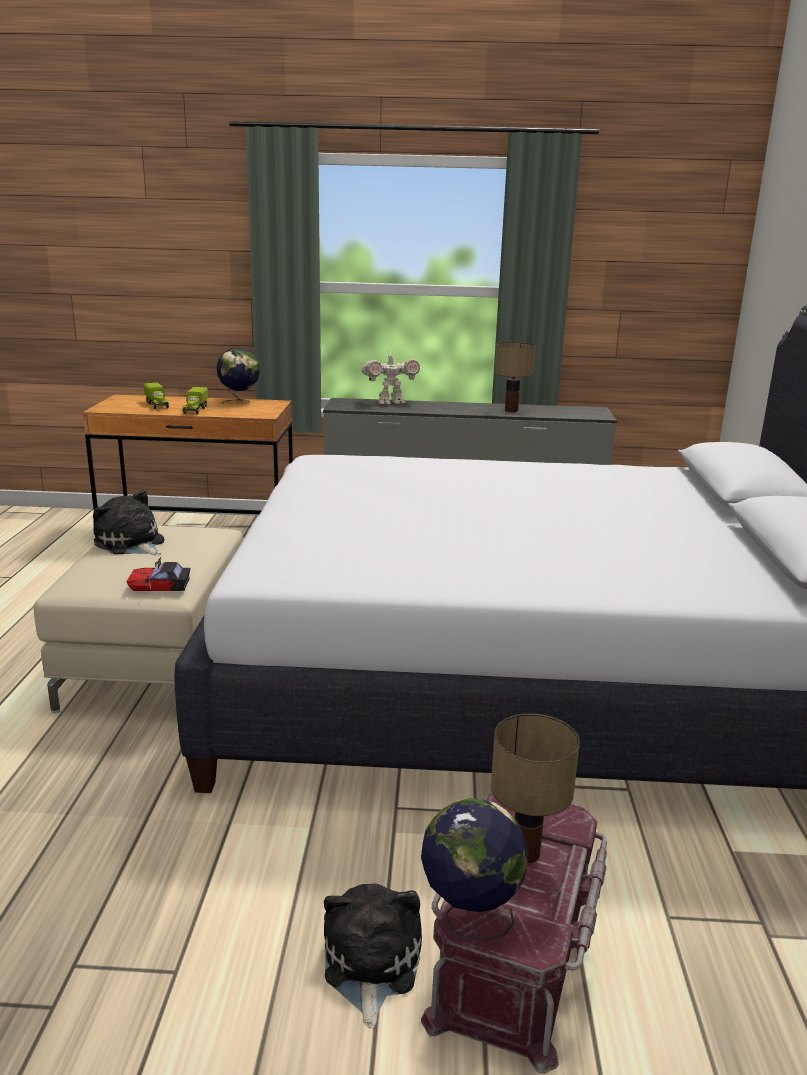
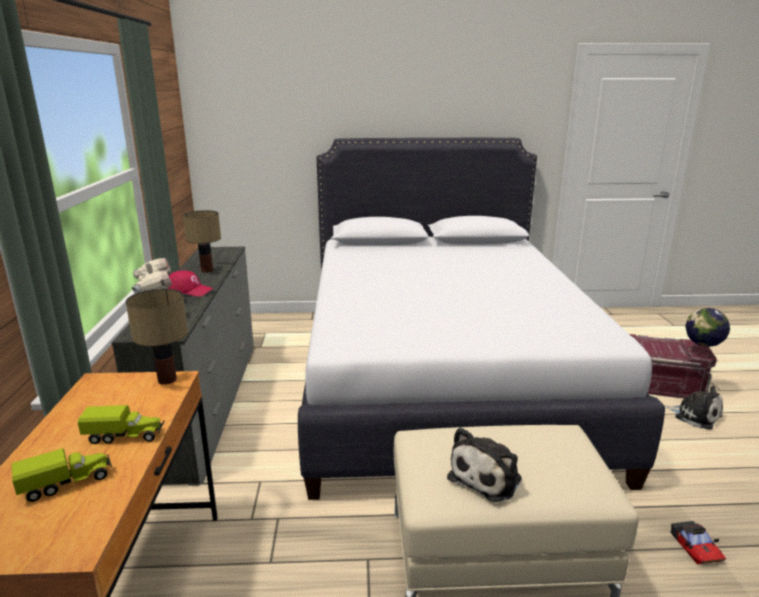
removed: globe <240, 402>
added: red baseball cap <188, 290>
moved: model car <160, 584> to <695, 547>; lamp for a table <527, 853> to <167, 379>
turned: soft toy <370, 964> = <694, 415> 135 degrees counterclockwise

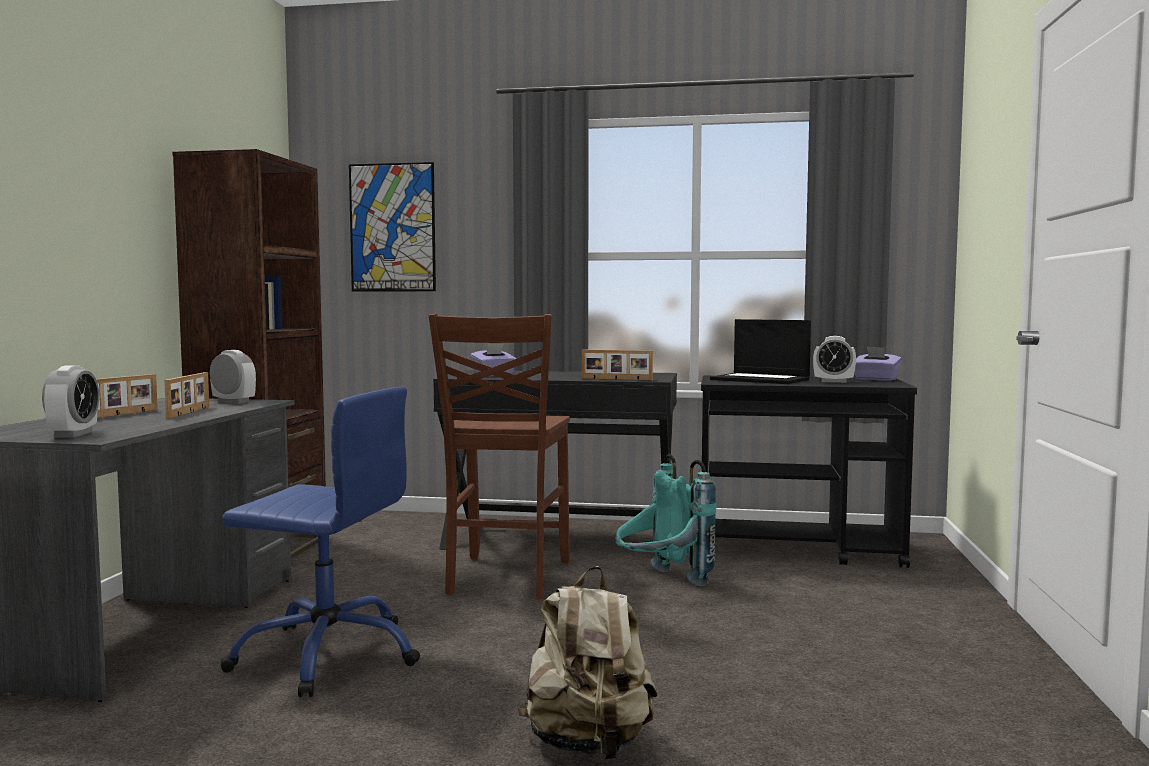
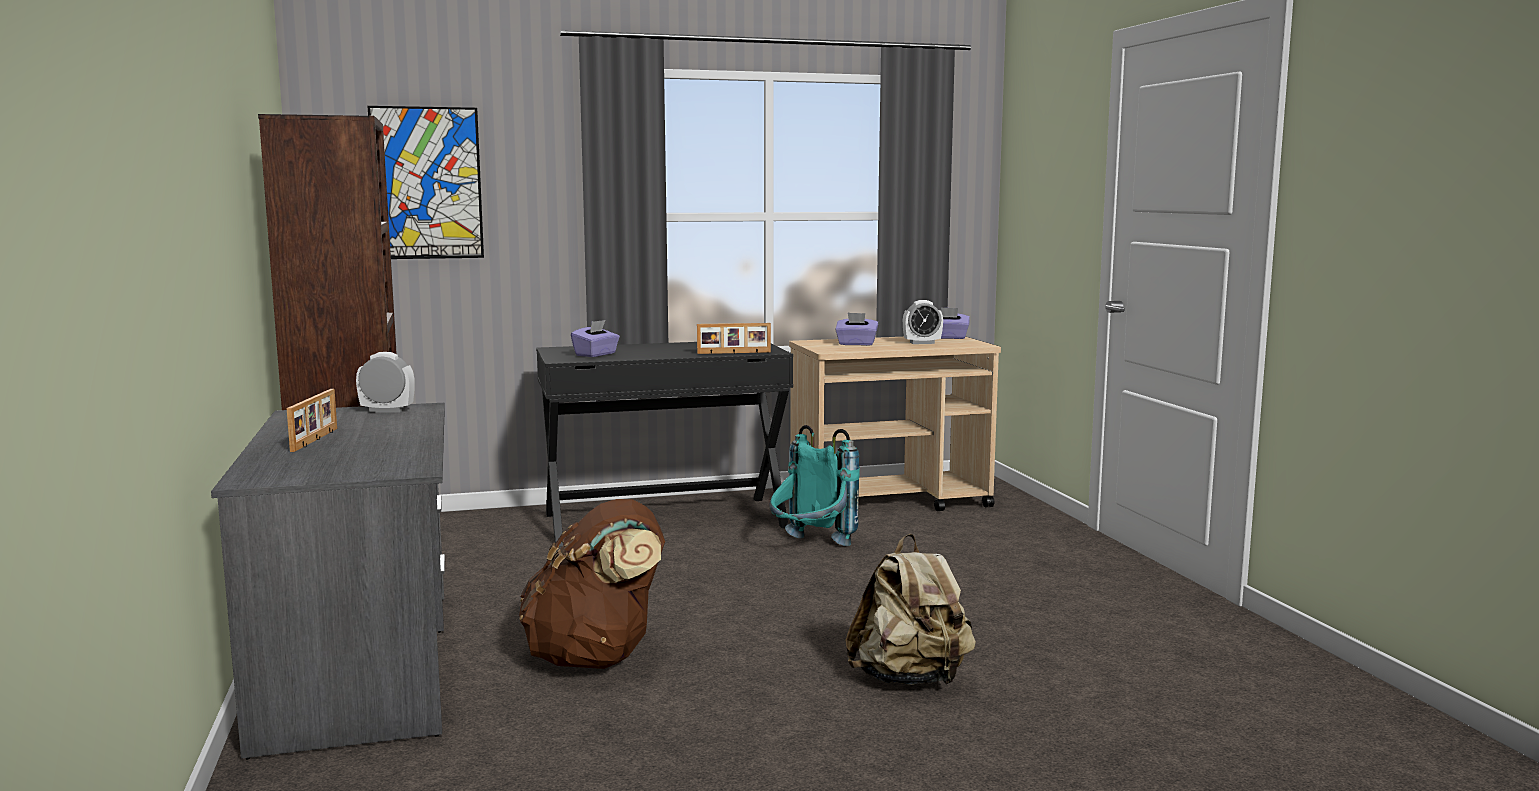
removed: brown plain chair <505, 578>; bedside clock <73, 434>; standing frame <190, 412>
replaced: laptop <761, 379> to purplish box of tissues <856, 344>; blue-coloured desk chair <328, 654> to brown rucksack <597, 657>
recoloured: black trolley <799, 549> to sand-coloured trolley <891, 502>

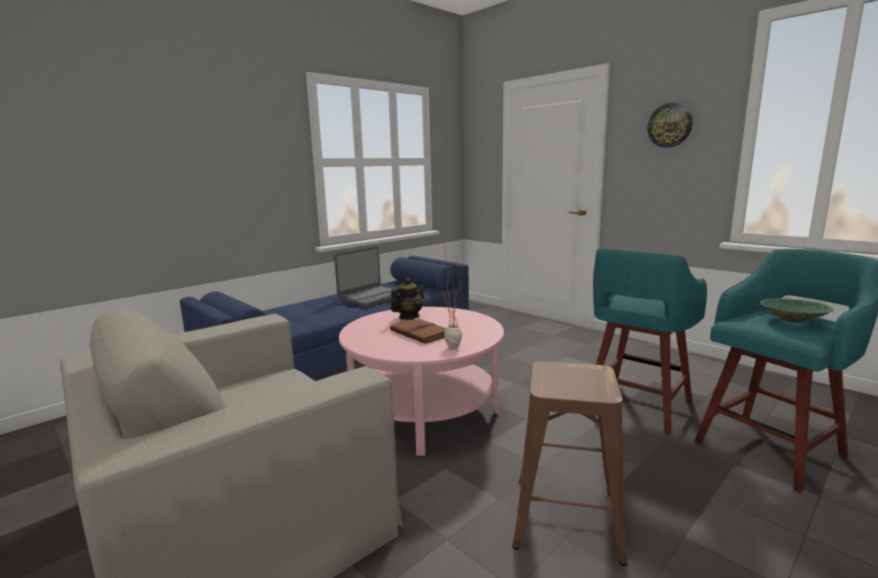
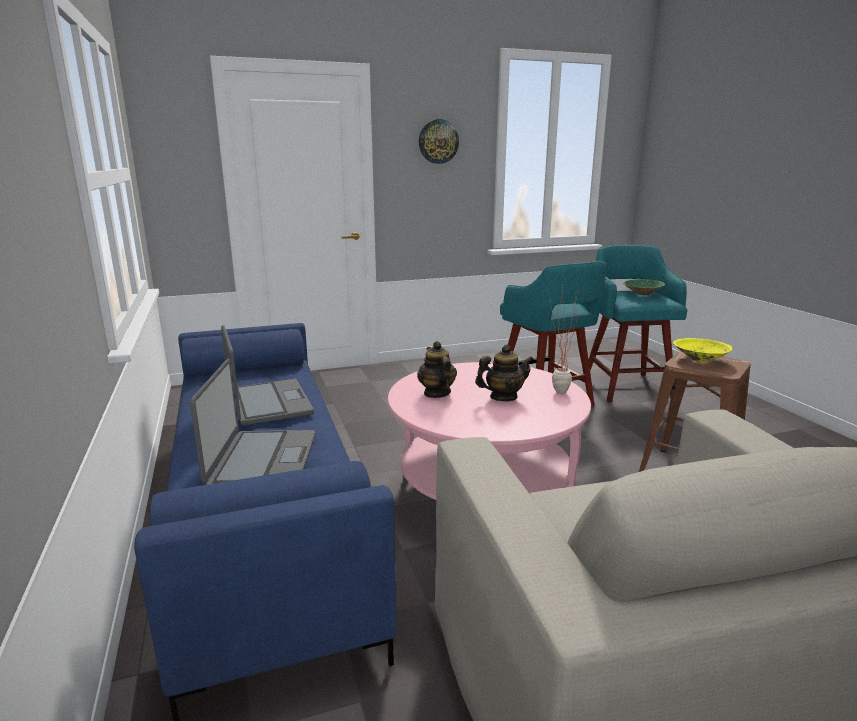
added: yellowish bowl <699, 359>; laptop <262, 461>
replaced: brown book <421, 333> to pot for tea <503, 397>

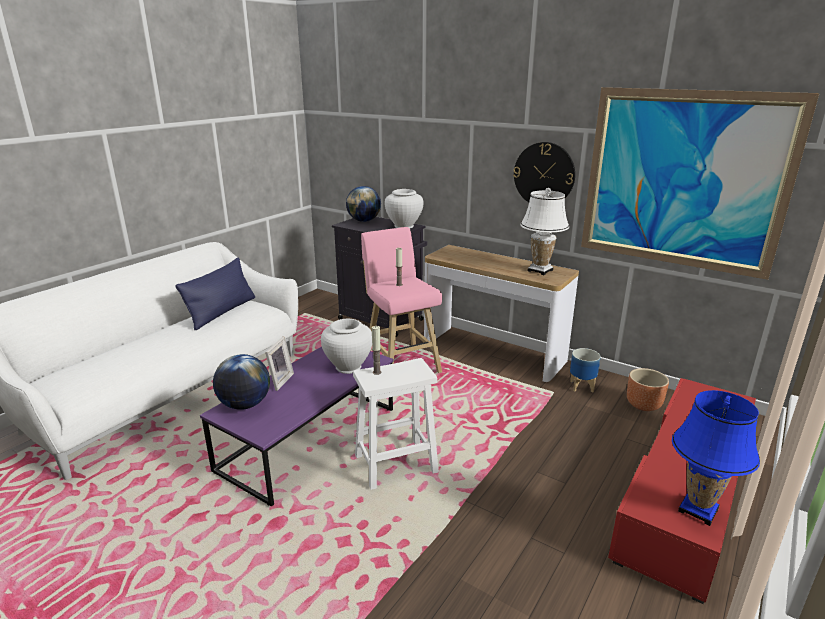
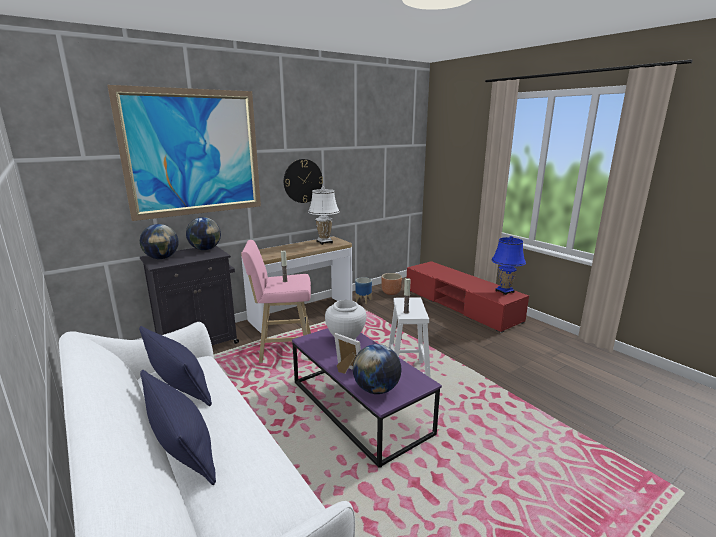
added: blue-coloured cushion <182, 448>
moved: wall picture <683, 181> to <194, 153>
replaced: white decorative vase <404, 226> to globe <205, 249>

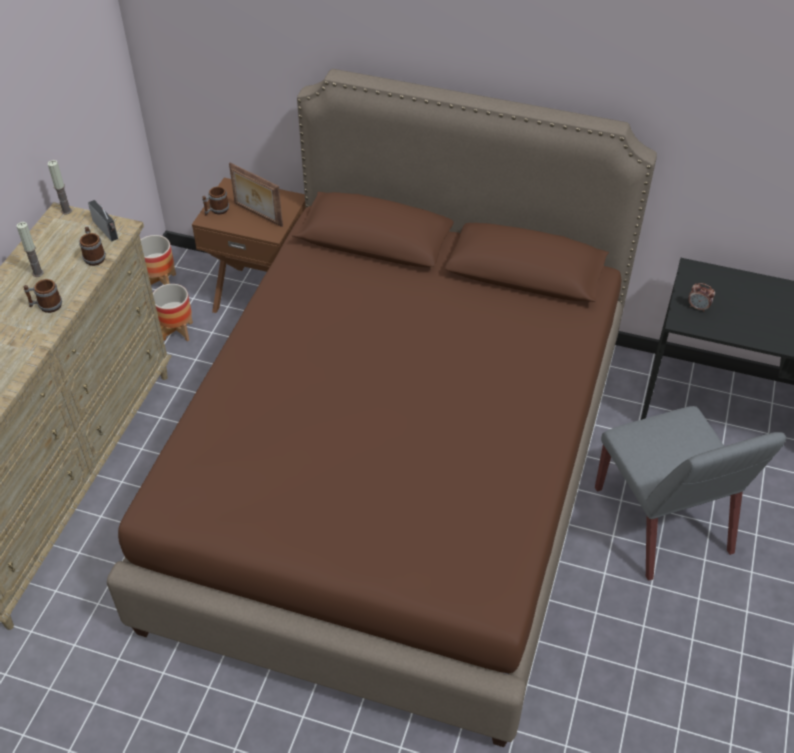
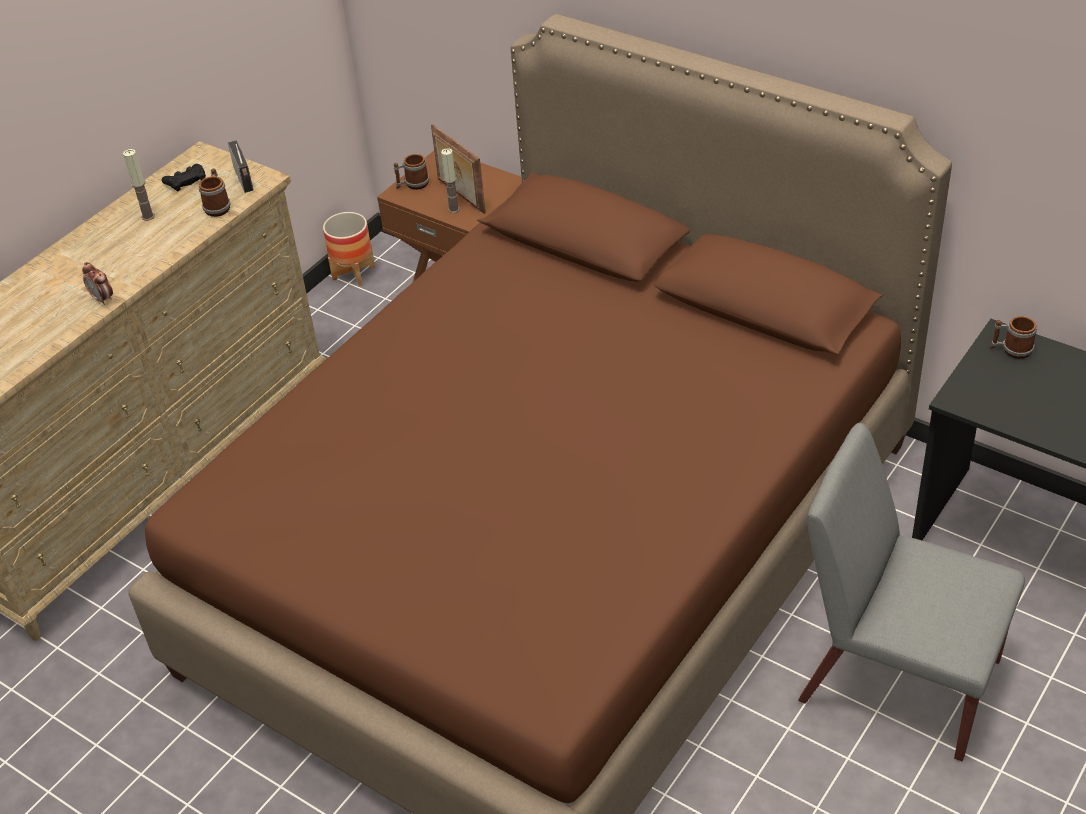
removed: plant pot <177, 331>
added: black joypad <186, 181>
moved: wax candle <66, 211> to <454, 209>; coffee mug <46, 306> to <1011, 350>; bedside clock <698, 307> to <102, 299>
turned: greyish plain chair <663, 522> = <896, 679> 120 degrees clockwise

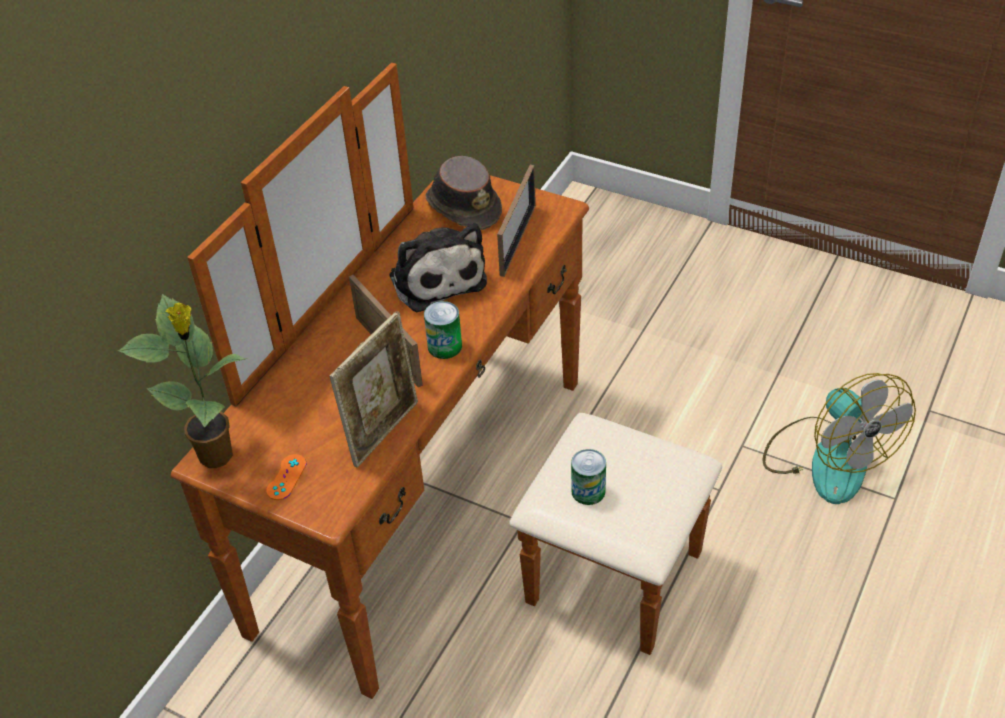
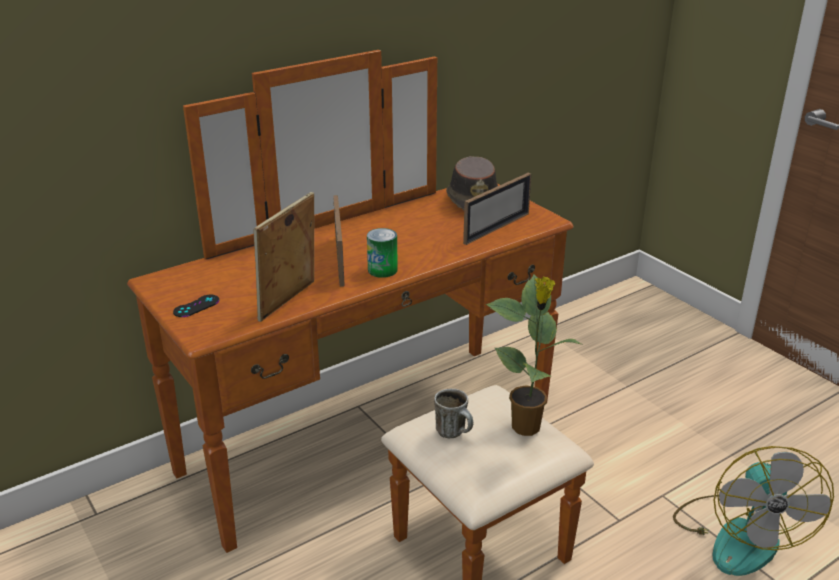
removed: soft toy <436, 277>
moved: plant in a pot <218, 456> to <527, 428>
replaced: sealed can <588, 491> to coffee mug <455, 433>
recoloured: orange-coloured joypad <286, 477> to black joypad <196, 306>
turned: standing frame <383, 431> = <289, 302> 150 degrees clockwise

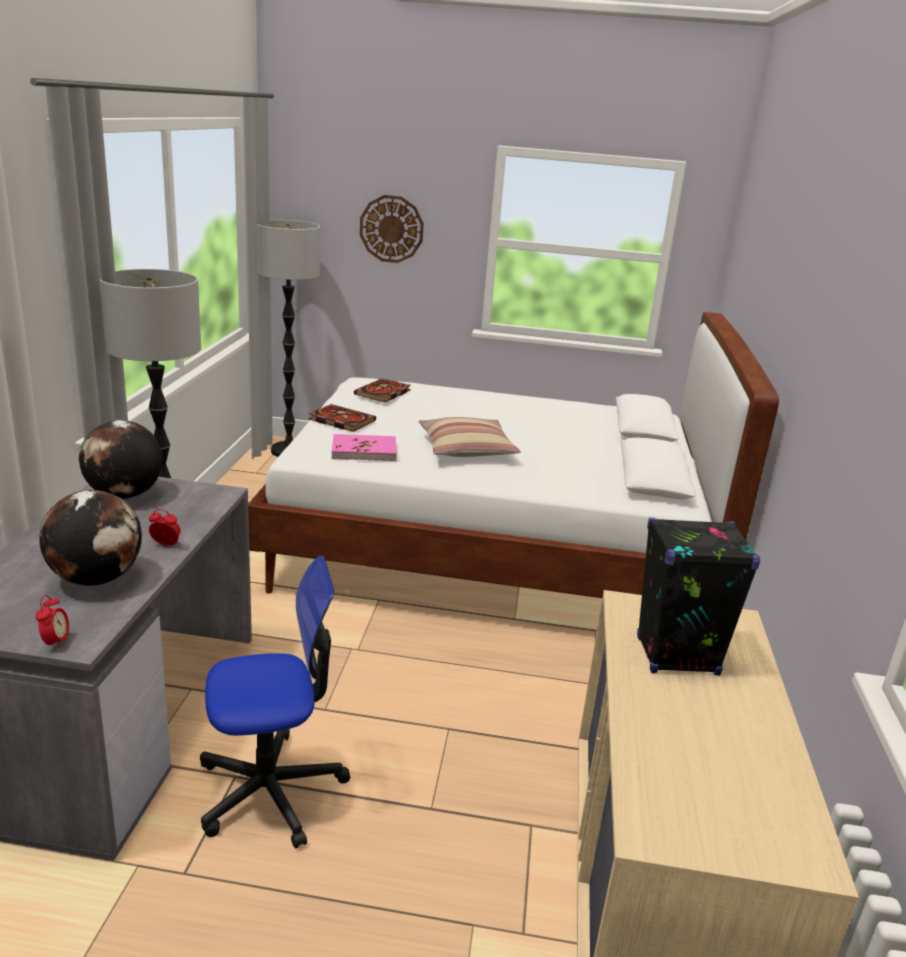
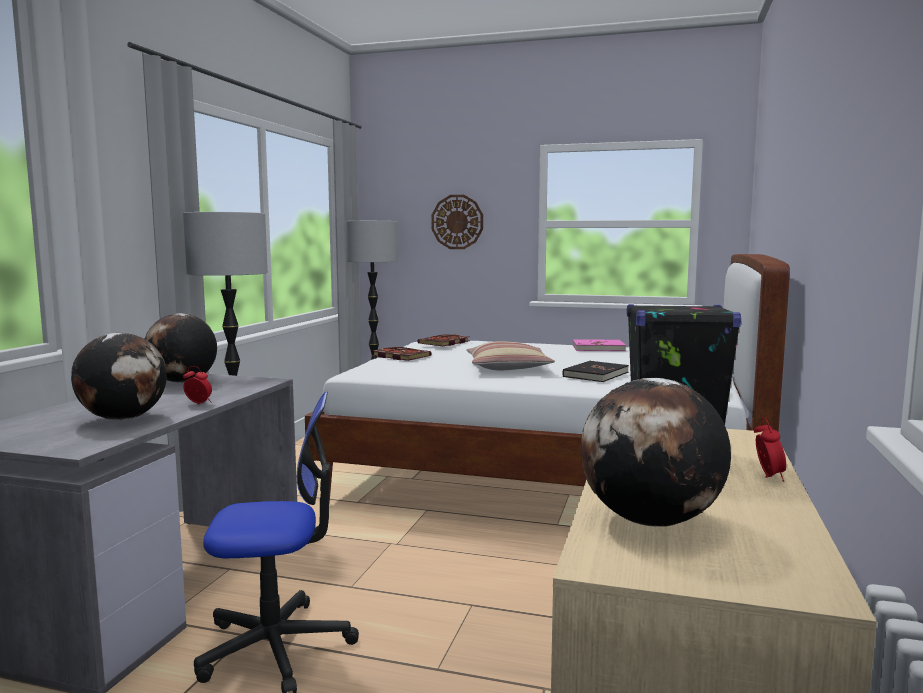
added: black book <595, 374>; globe <651, 521>
moved: pinkish book <364, 451> to <598, 348>; bedside clock <56, 642> to <768, 477>

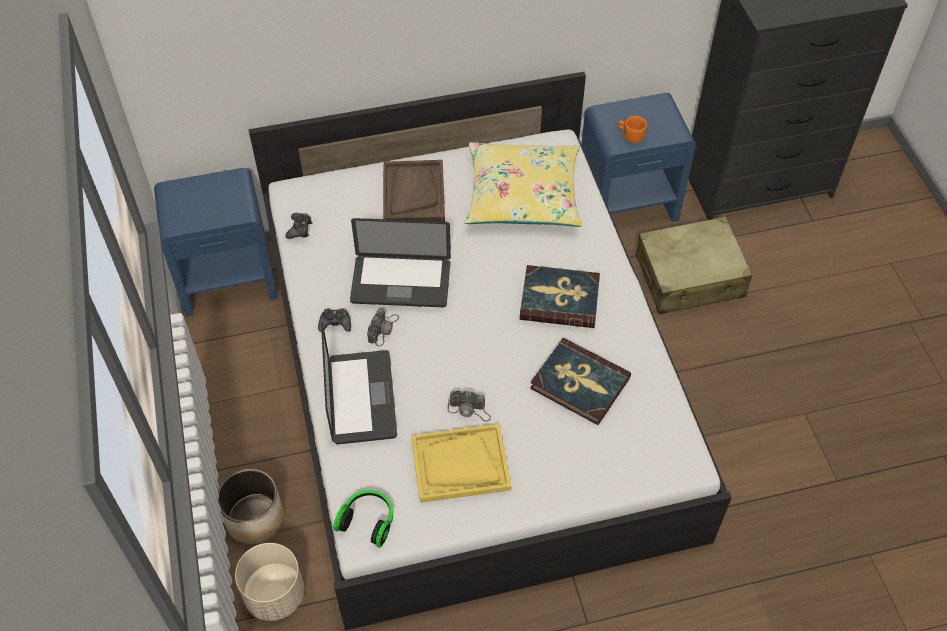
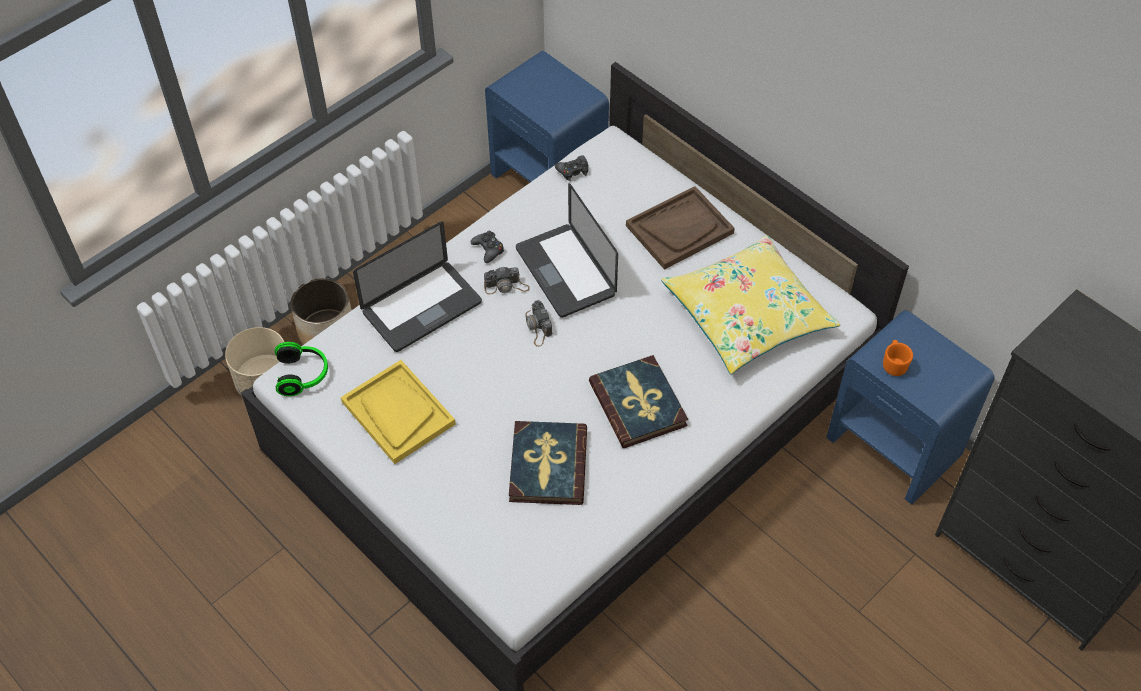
removed: sand-coloured piece of luggage <690, 277>
moved: photo camera <469, 410> to <538, 327>

